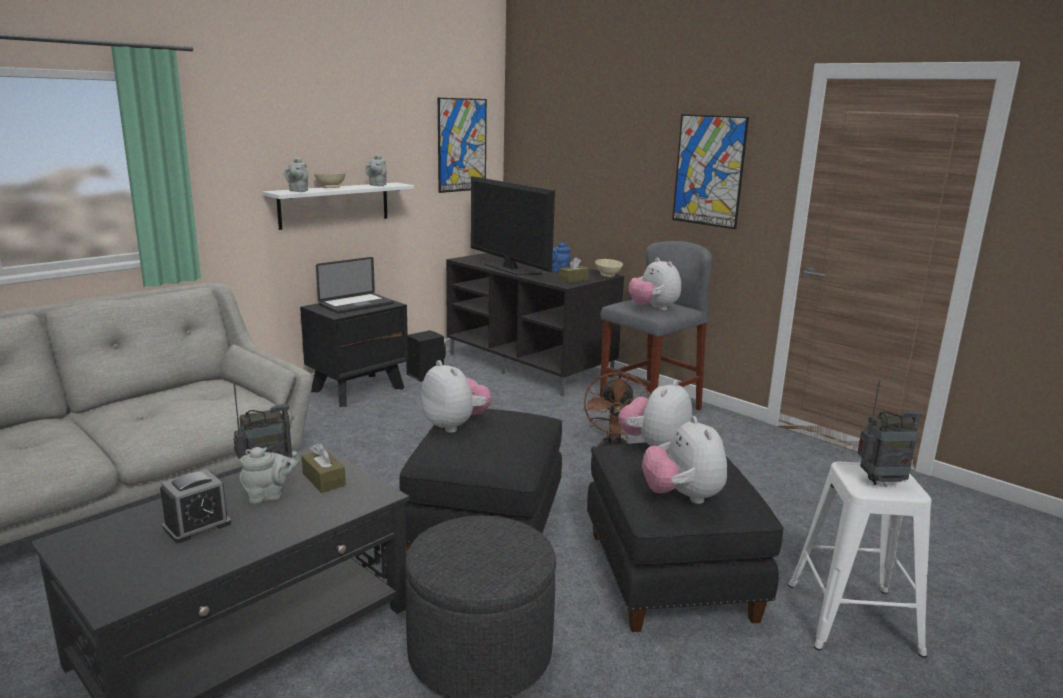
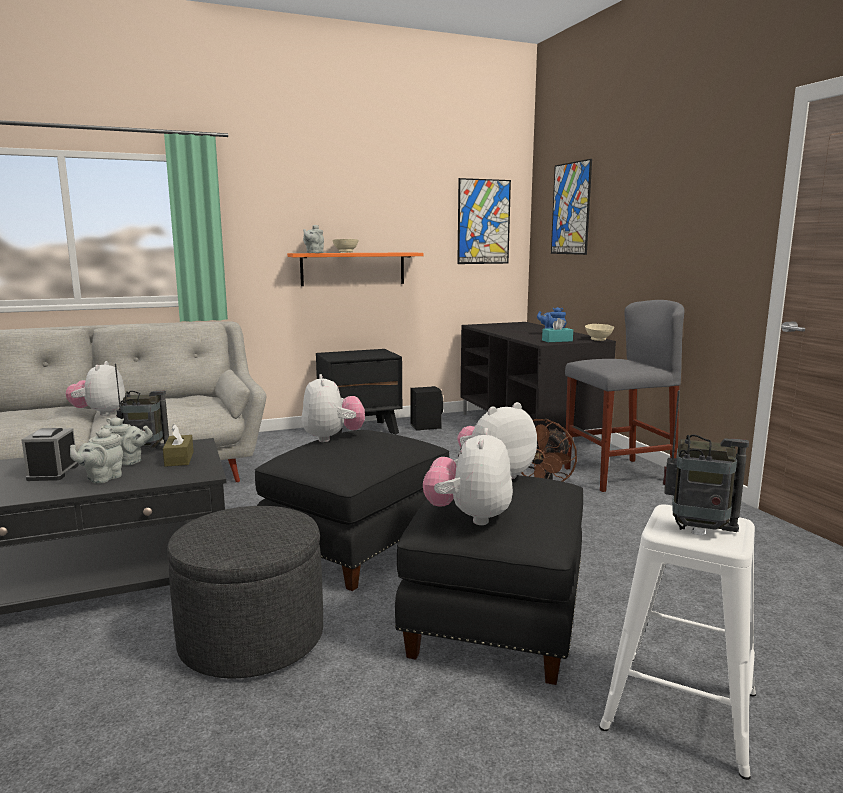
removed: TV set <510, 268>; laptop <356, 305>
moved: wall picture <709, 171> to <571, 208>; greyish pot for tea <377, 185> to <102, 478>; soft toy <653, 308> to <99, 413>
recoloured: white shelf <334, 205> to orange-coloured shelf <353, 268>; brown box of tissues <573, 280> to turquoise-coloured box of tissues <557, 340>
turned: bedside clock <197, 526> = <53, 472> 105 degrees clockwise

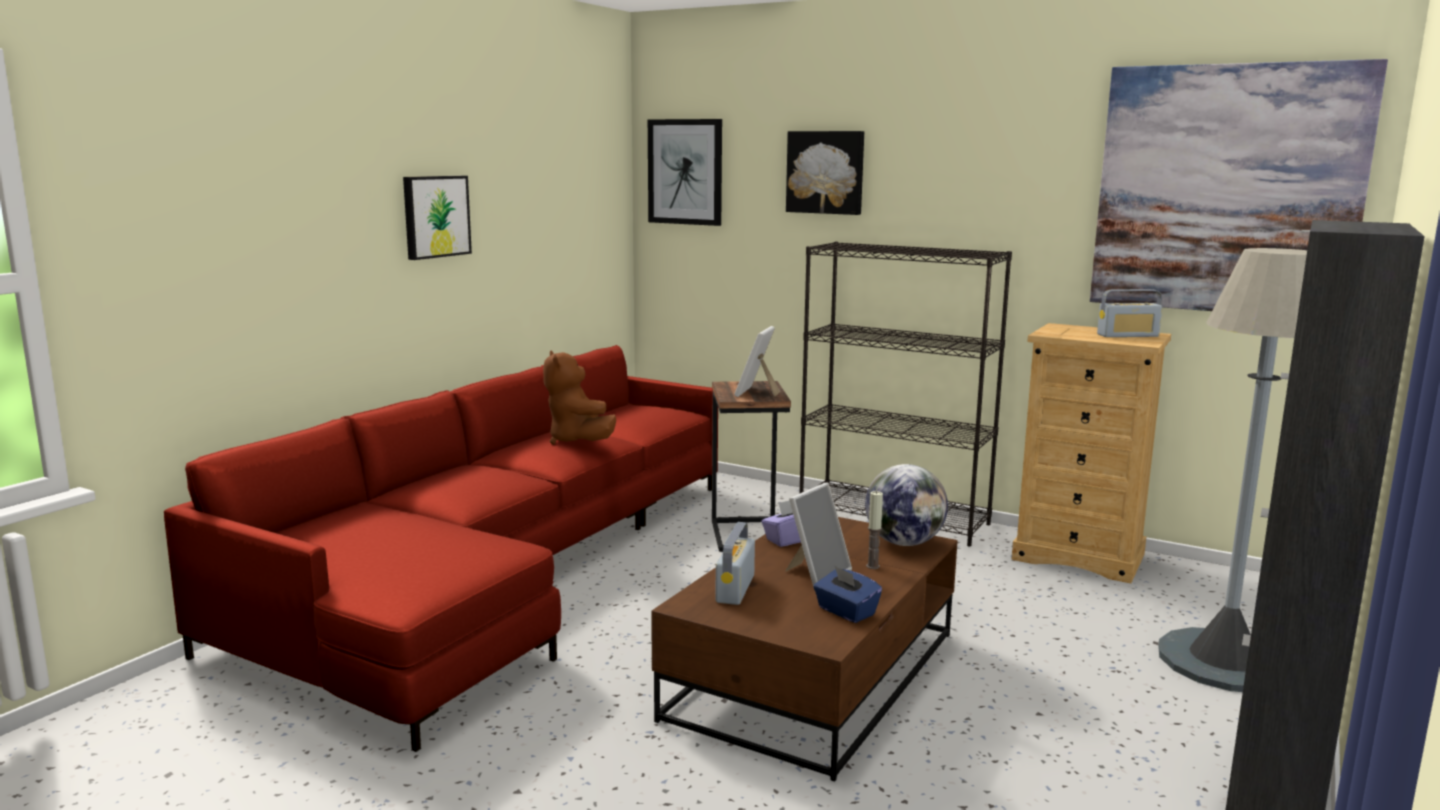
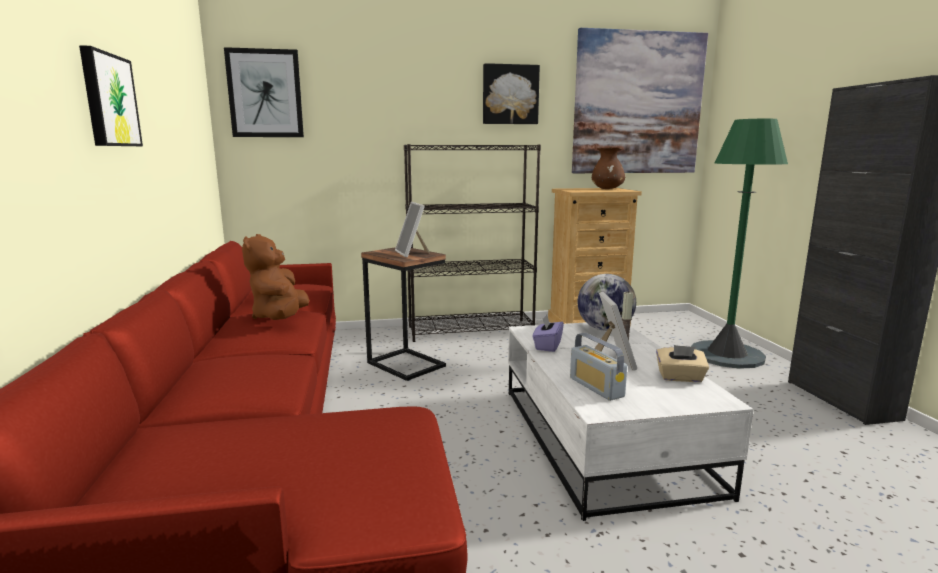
moved: wall picture <826, 172> to <510, 94>
replaced: radio set <1127, 335> to brown decorative vase <607, 189>
recoloured: greyish standard lamp <1224, 661> to green-coloured standard lamp <726, 355>; brown low table <814, 674> to white low table <601, 437>; blue-coloured box of tissues <846, 612> to sand-coloured box of tissues <680, 377>
turned: brown soft toy <578, 441> = <280, 318> 60 degrees clockwise

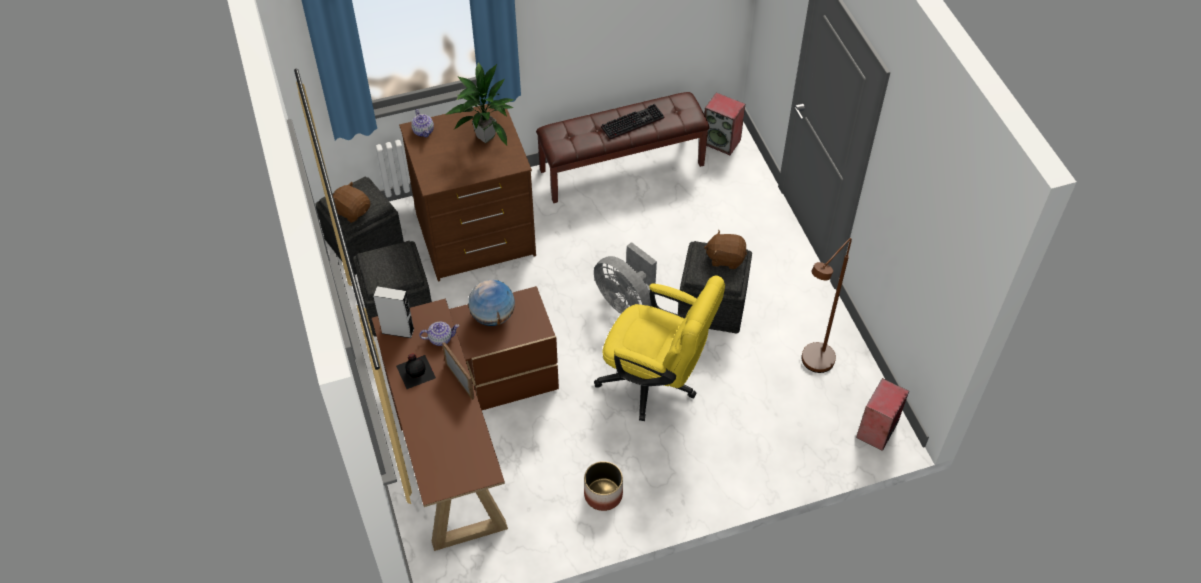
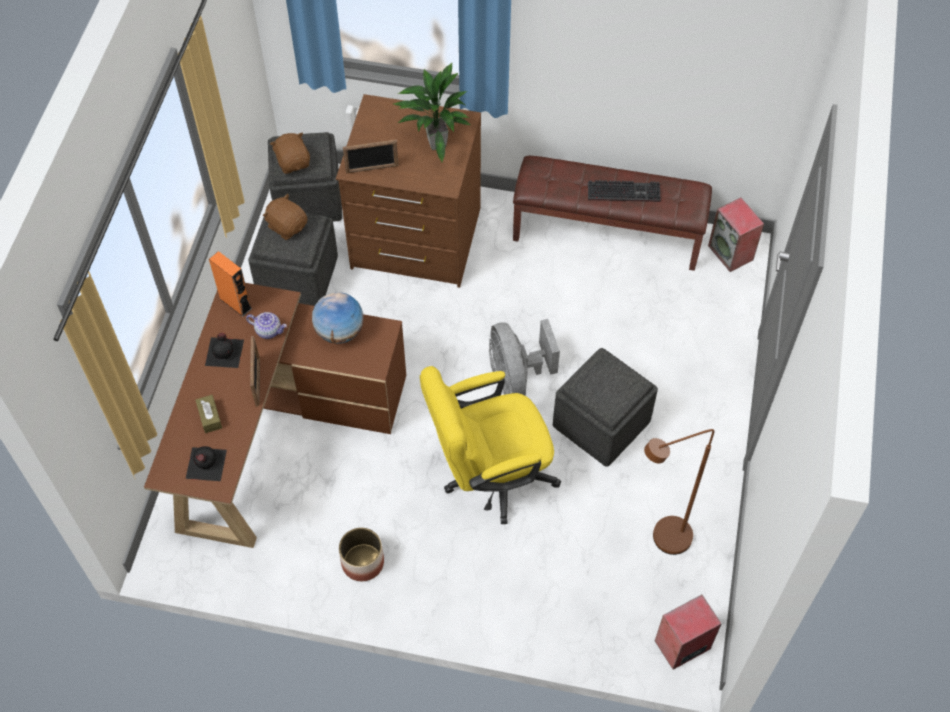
removed: pot for tea <423, 131>
added: standing frame <372, 169>; brown box of tissues <210, 417>; black bottle <205, 464>
moved: brown soft toy <725, 258> to <287, 226>
recoloured: greyish loudspeaker <398, 331> to orange-coloured loudspeaker <235, 303>
turned: yellowish desk chair <656, 383> = <489, 476> 105 degrees clockwise

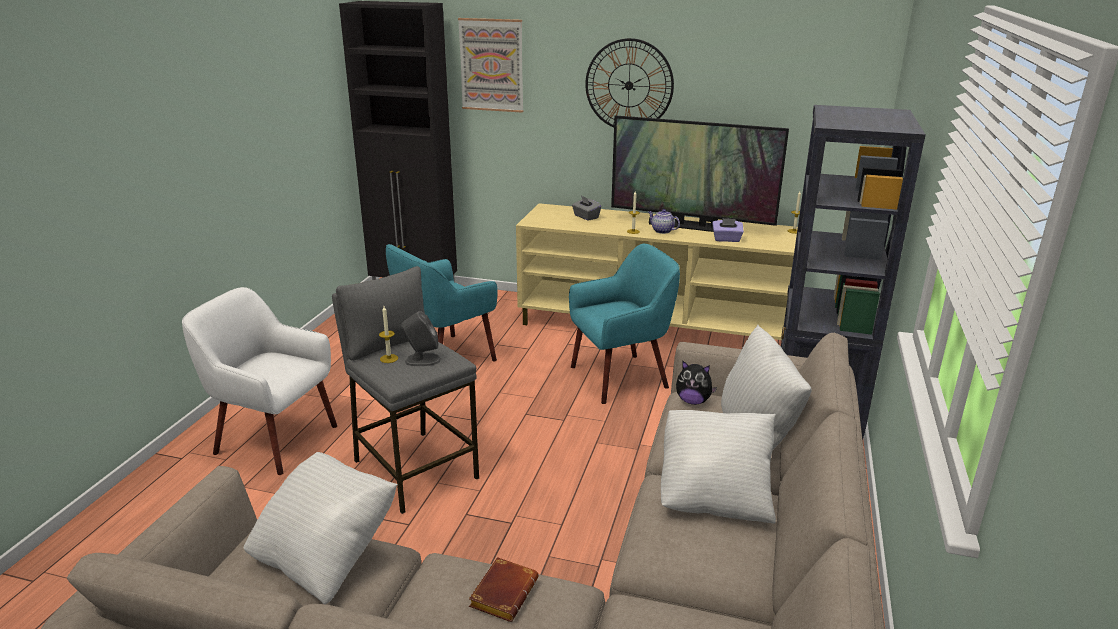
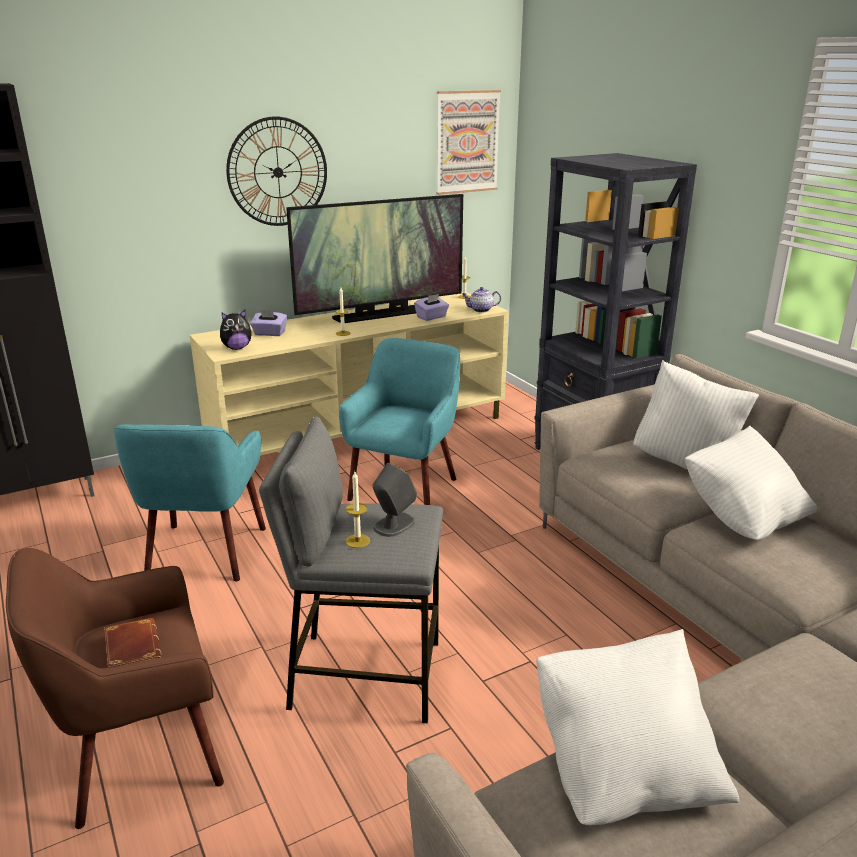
moved: wall picture <491, 65> to <467, 142>; pot for tea <662, 231> to <480, 310>; soft toy <693, 401> to <237, 348>; brown book <503, 592> to <131, 651>
recoloured: greyish box of tissues <586, 217> to purplish box of tissues <269, 333>; white easy chair <274, 440> to brown easy chair <141, 754>

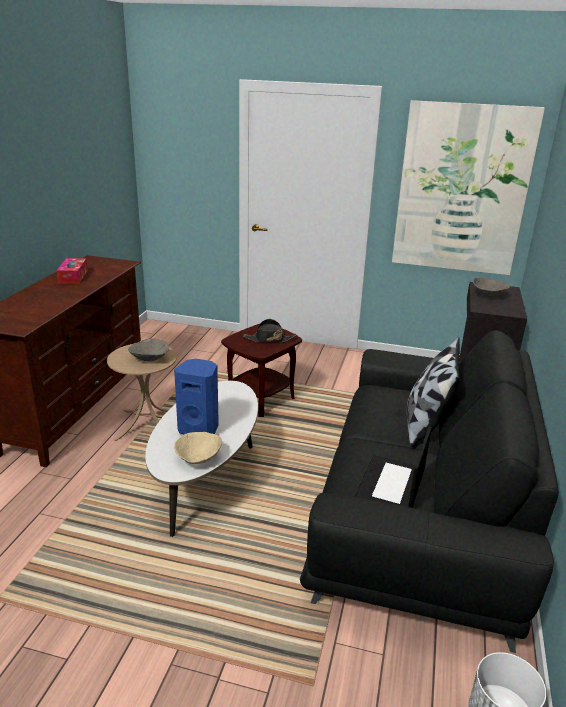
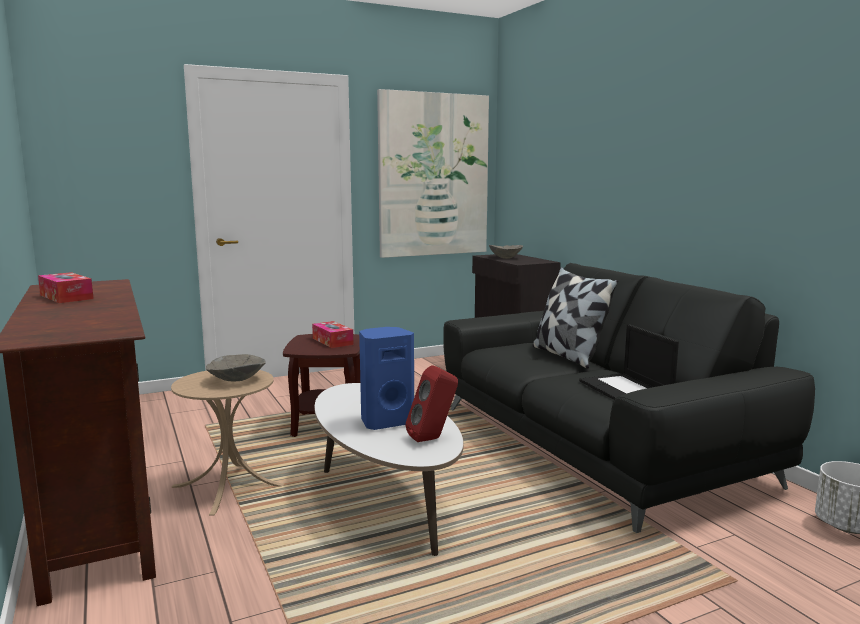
replaced: black hat <269, 339> to box of tissues <332, 341>; sand-coloured bowl <199, 458> to red loudspeaker <433, 439>

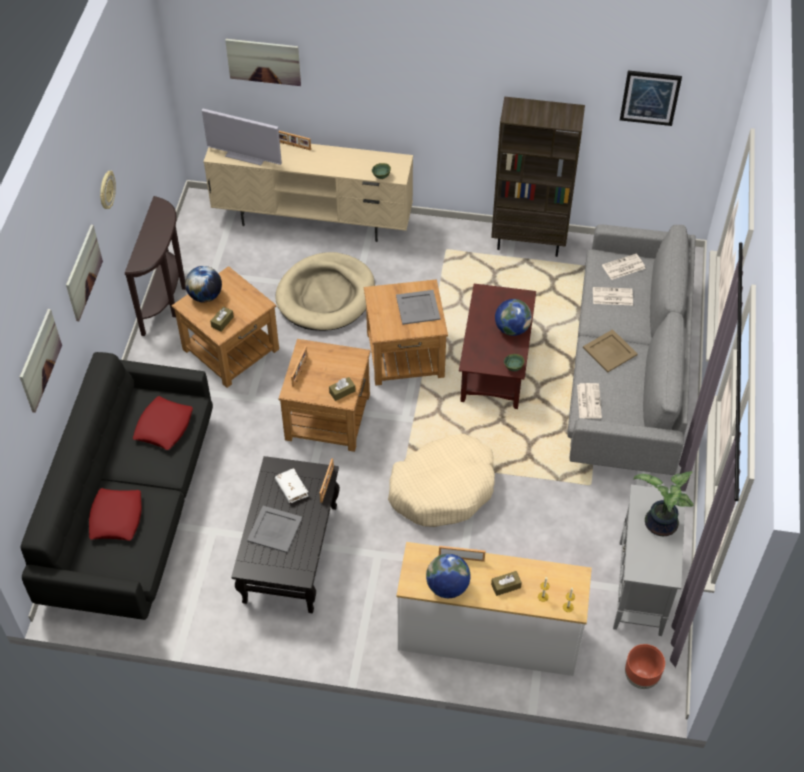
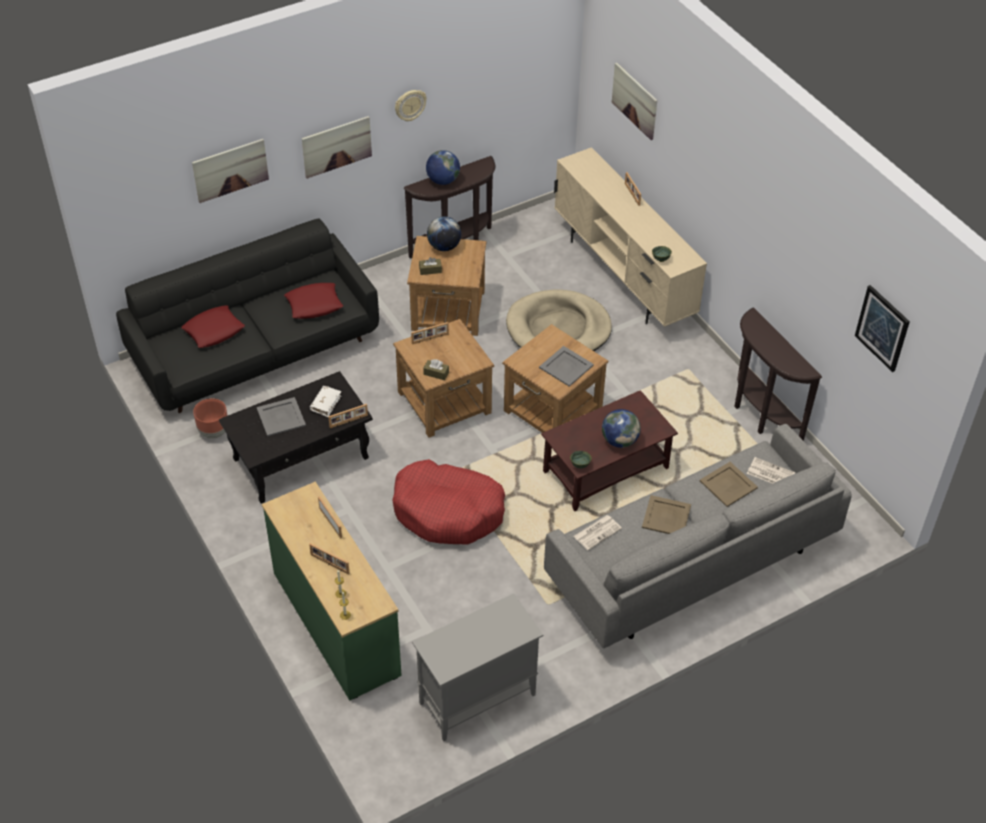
removed: TV set <245, 156>; plant in a pot <659, 525>
moved: globe <447, 586> to <443, 180>; brown plant pot <641, 677> to <213, 432>
replaced: brown bookshelf <529, 242> to brown narrow table <759, 415>; daily paper <612, 297> to sand-coloured tray <727, 484>; brown box of tissues <506, 586> to standing frame <329, 564>
recoloured: sand-coloured dog cushion <443, 488> to red dog cushion <448, 511>; white chest of drawers <488, 638> to green-coloured chest of drawers <335, 624>

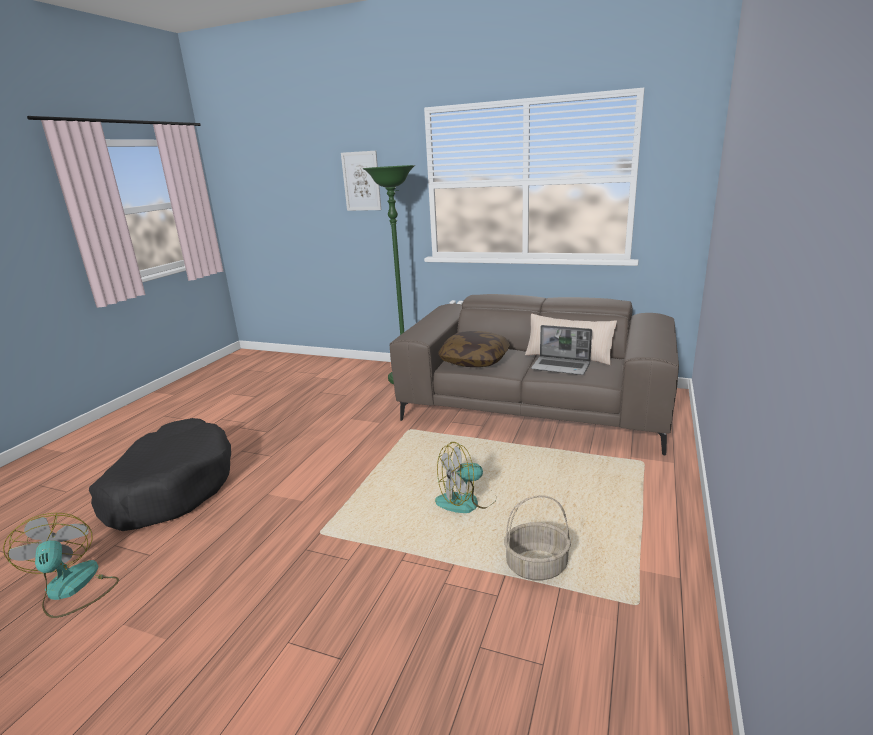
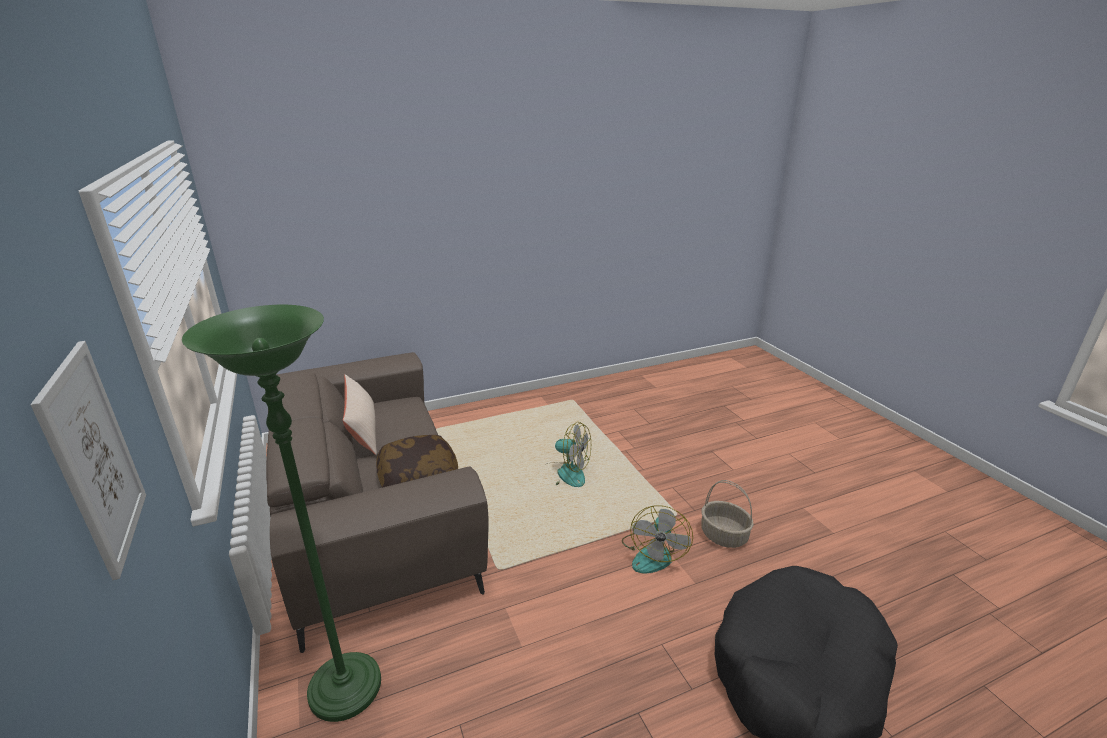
removed: laptop <561, 367>
moved: basket <536, 566> to <724, 535>; electric fan <72, 589> to <653, 553>

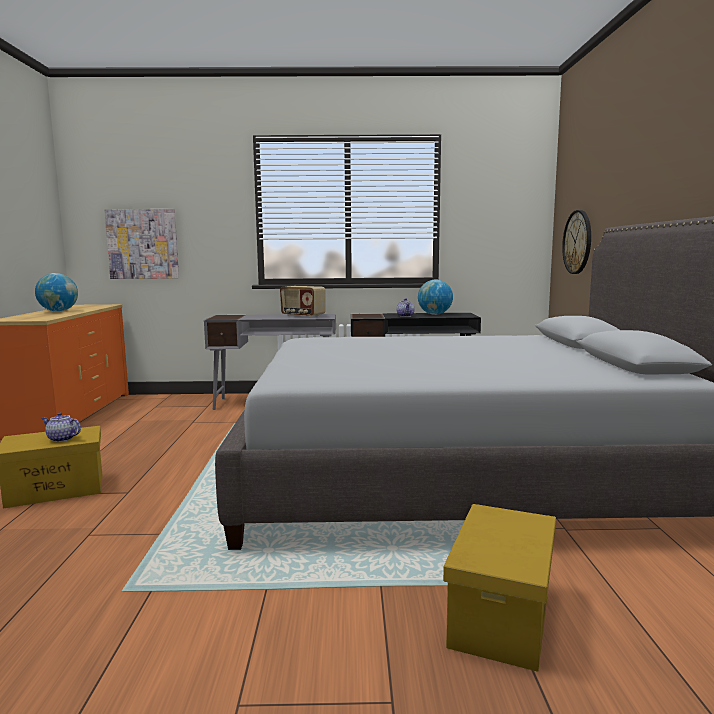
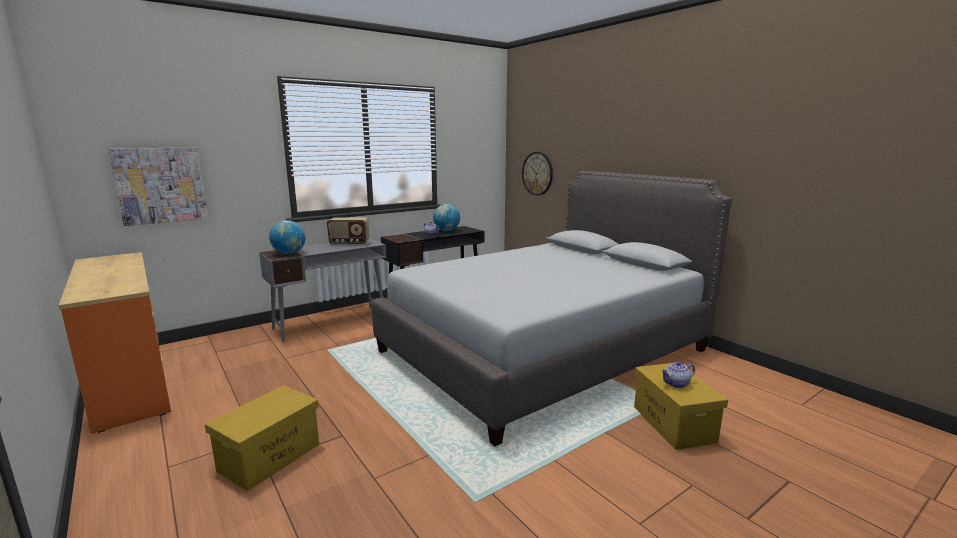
moved: globe <58, 311> to <289, 253>; pot for tea <61, 439> to <676, 384>

